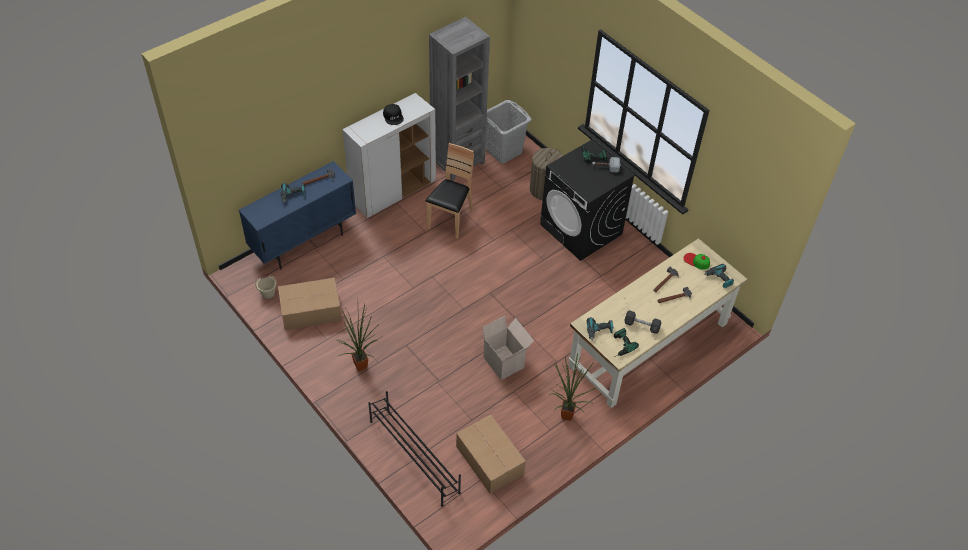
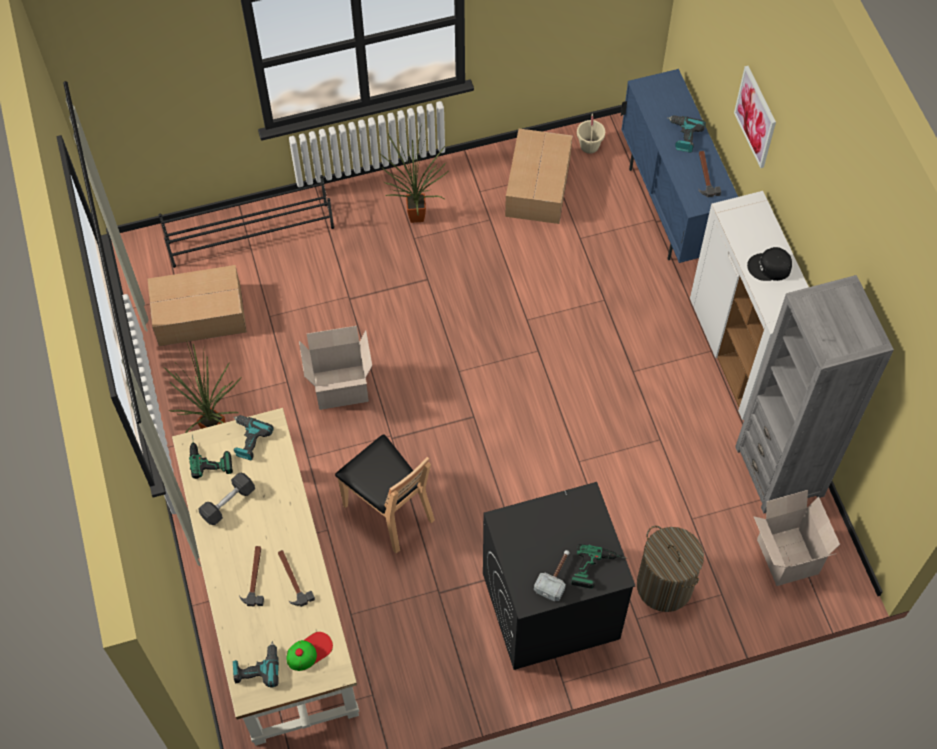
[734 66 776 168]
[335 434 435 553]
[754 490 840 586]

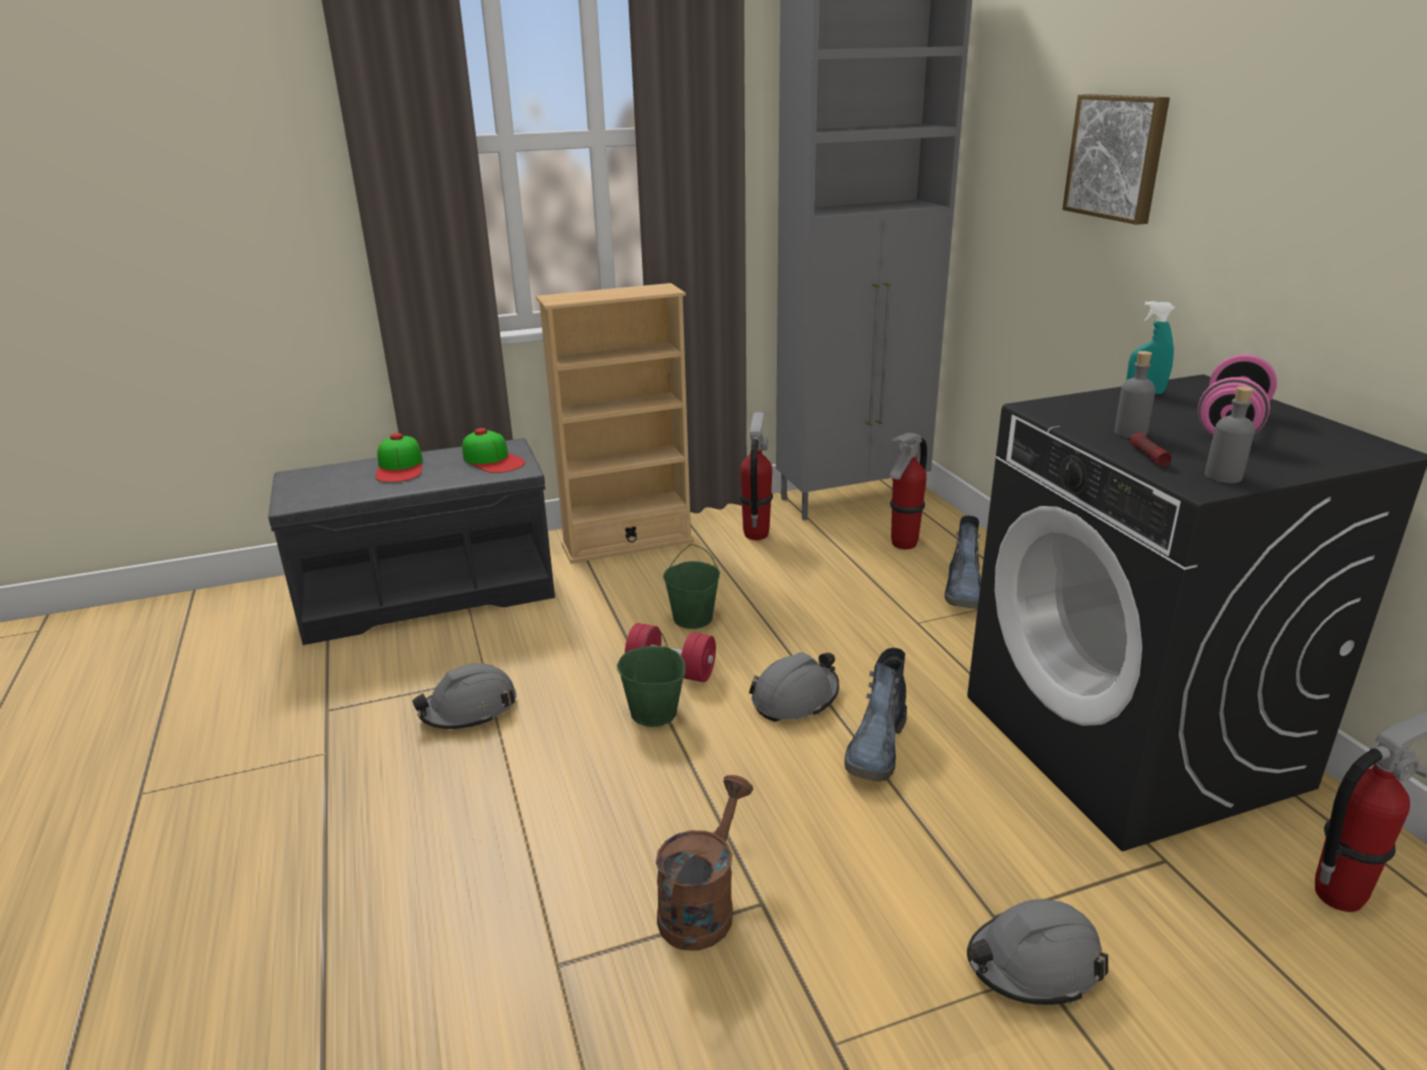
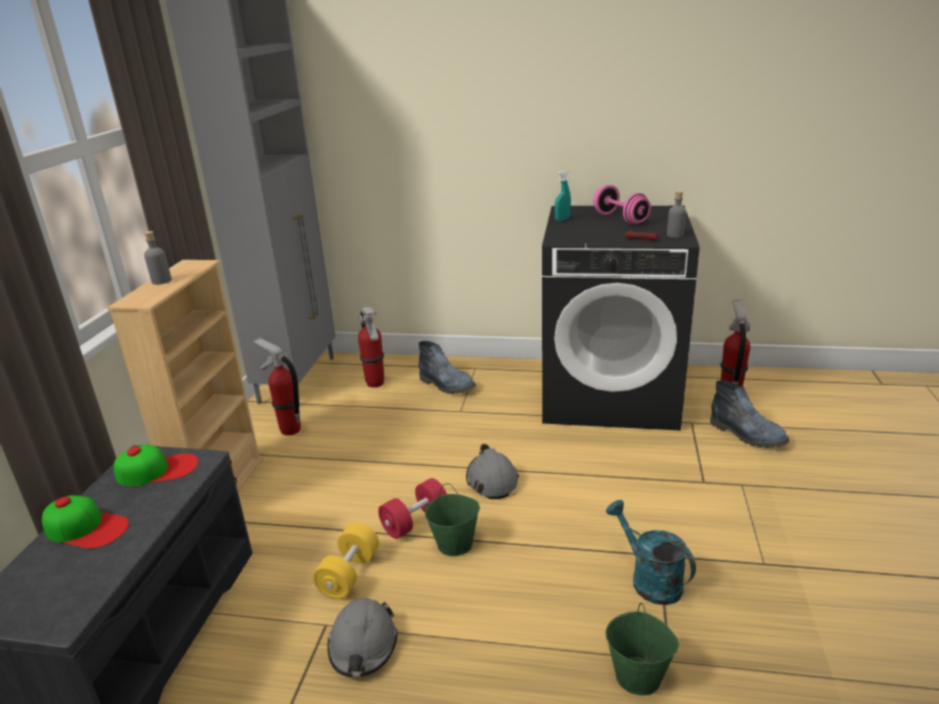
[967 899 1108 1005] (first image)
[1062 94 1170 225] (first image)
[312 522 379 599]
[606 603 679 696]
[710 380 790 448]
[144 231 172 285]
[606 500 696 605]

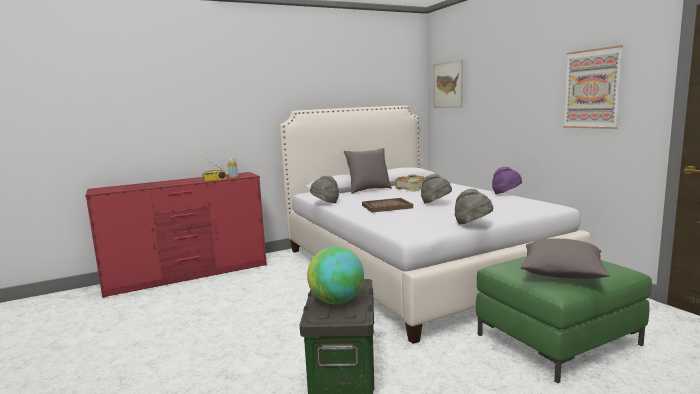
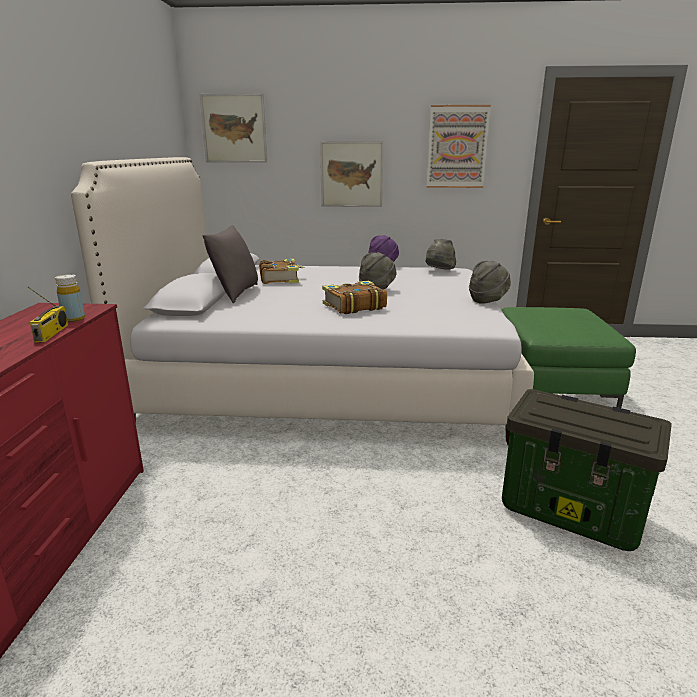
[307 247 364 304] (first image)
[521 239 610 279] (first image)
[320 141 383 207]
[426 239 456 270]
[322 280 387 314]

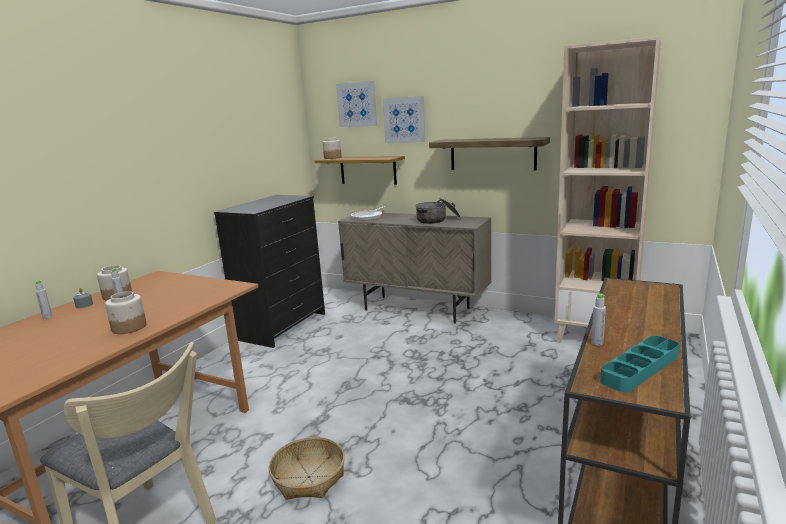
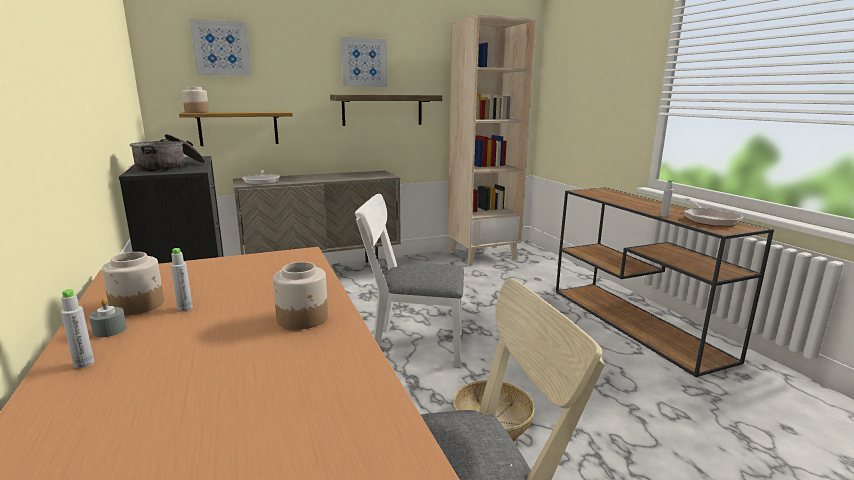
[355 194 464 367]
[341 37 387 87]
[130 134 205 171]
[684 198 743 227]

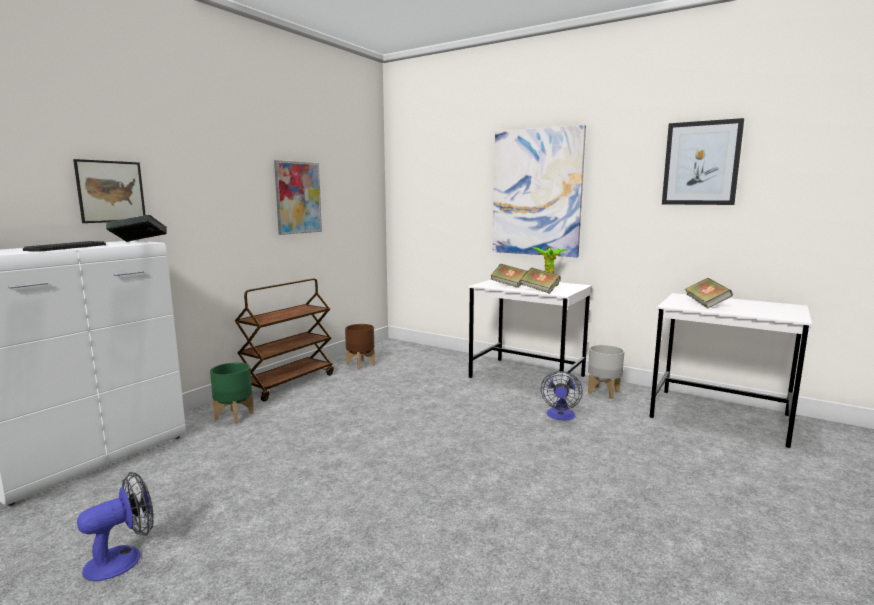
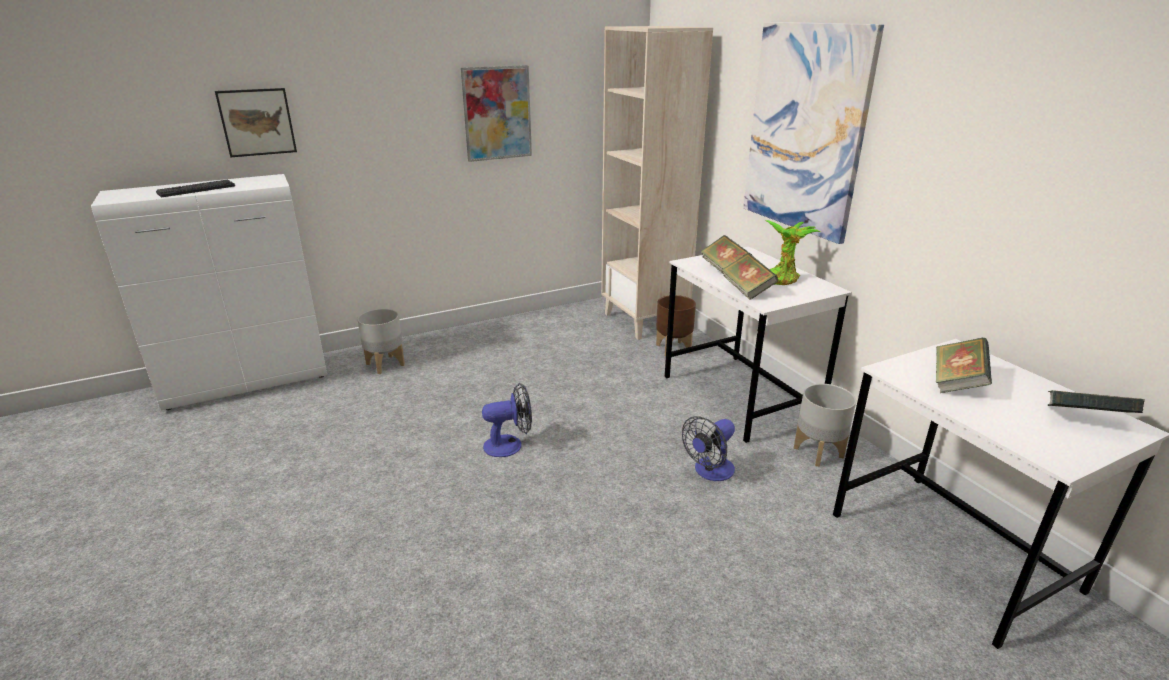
[235 278 334 402] (first image)
[662 118 744 205] (first image)
[601 26 713 340]
[482 383 532 457]
[1047 390 1145 413]
[656 295 696 356]
[357 309 405 374]

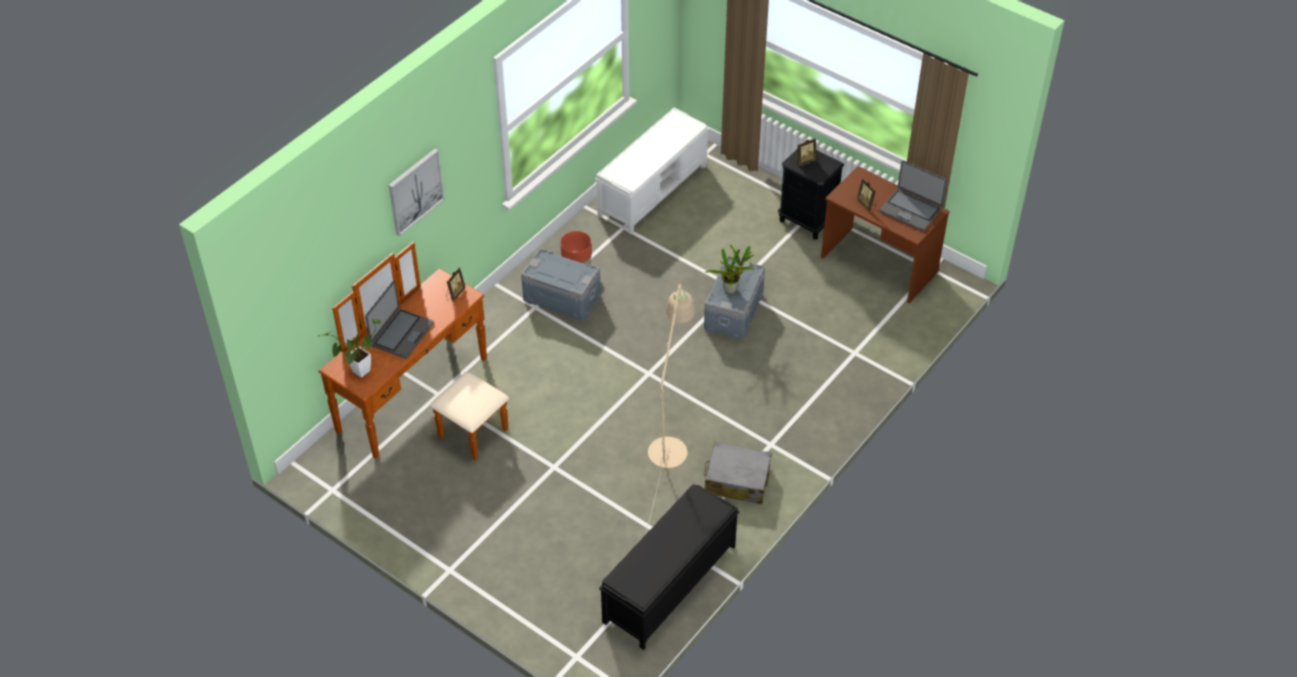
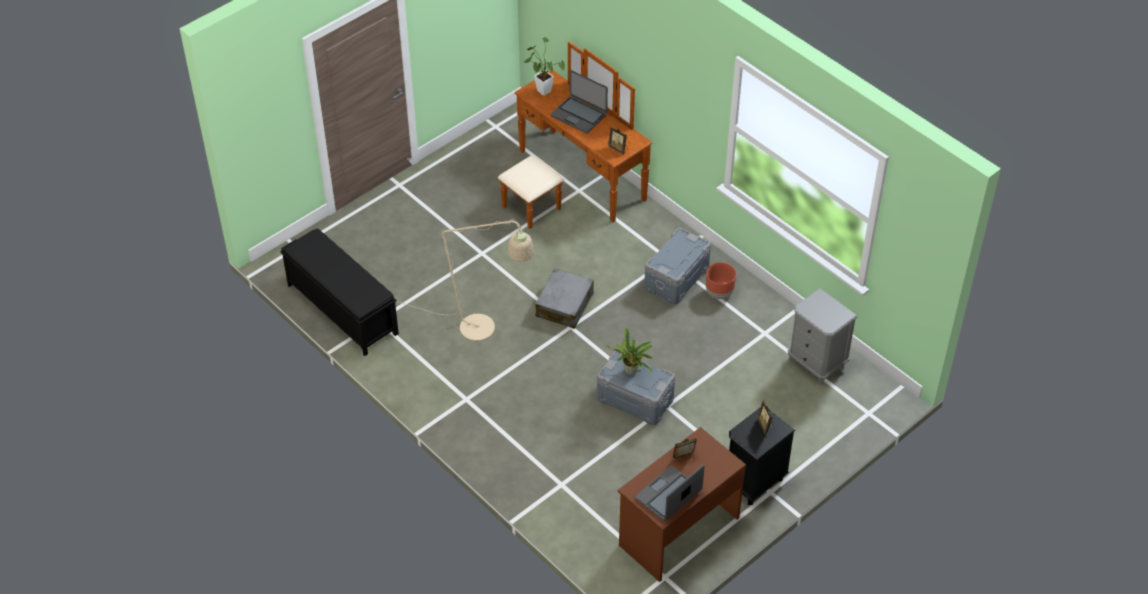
[388 149 445 236] (first image)
[535 268 594 329]
[788 288 857 385]

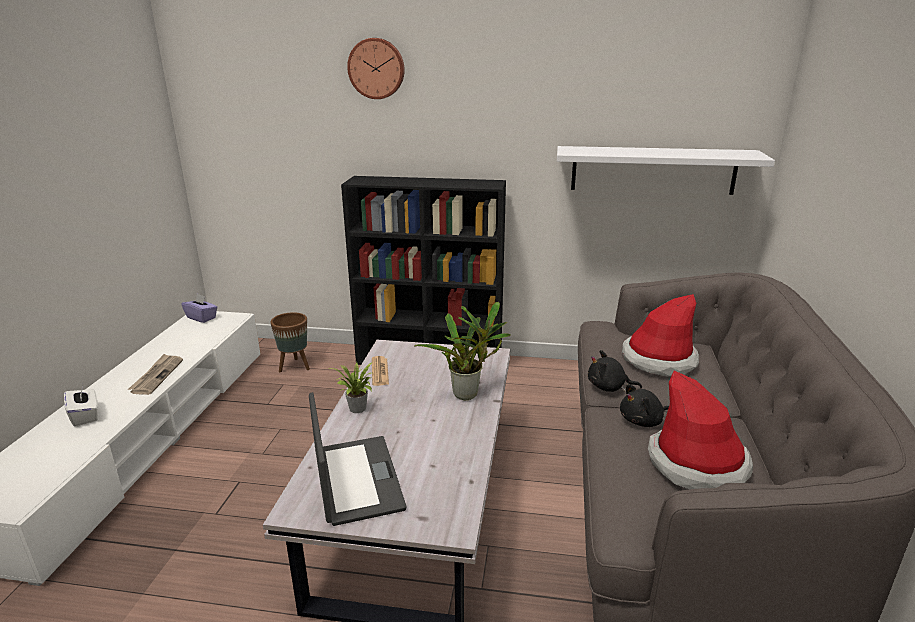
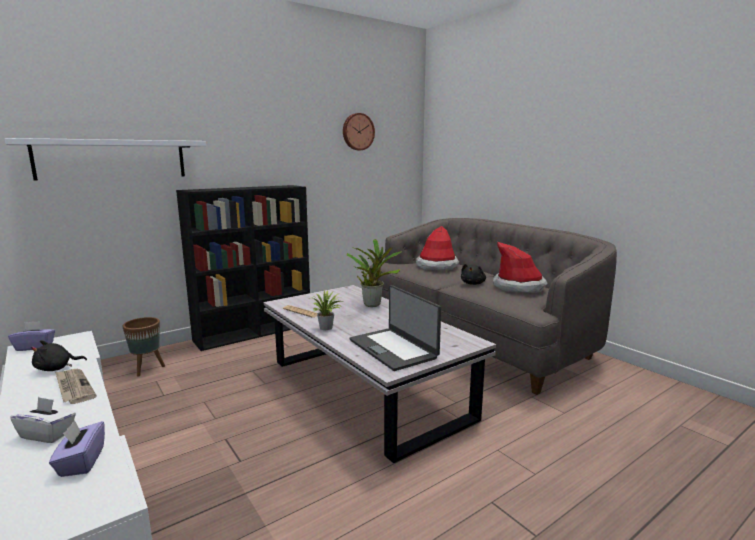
[49 420 105 477]
[343 113 375 150]
[5 138 206 181]
[31 340 87 371]
[350 285 441 371]

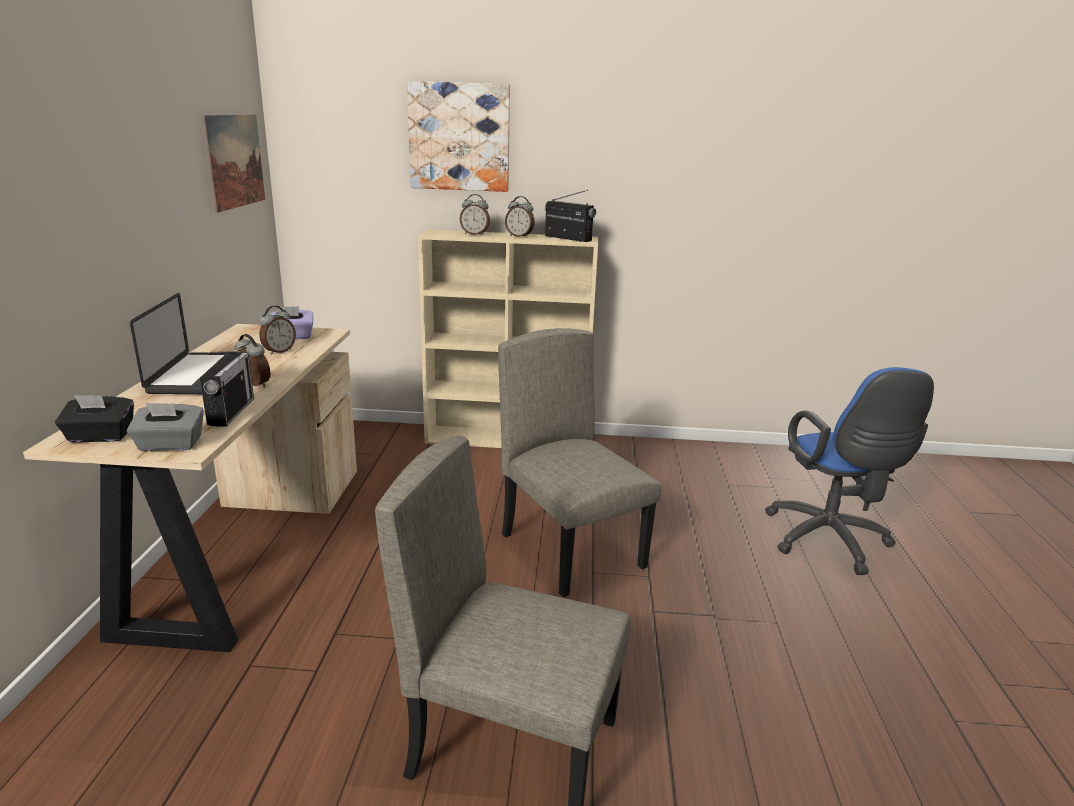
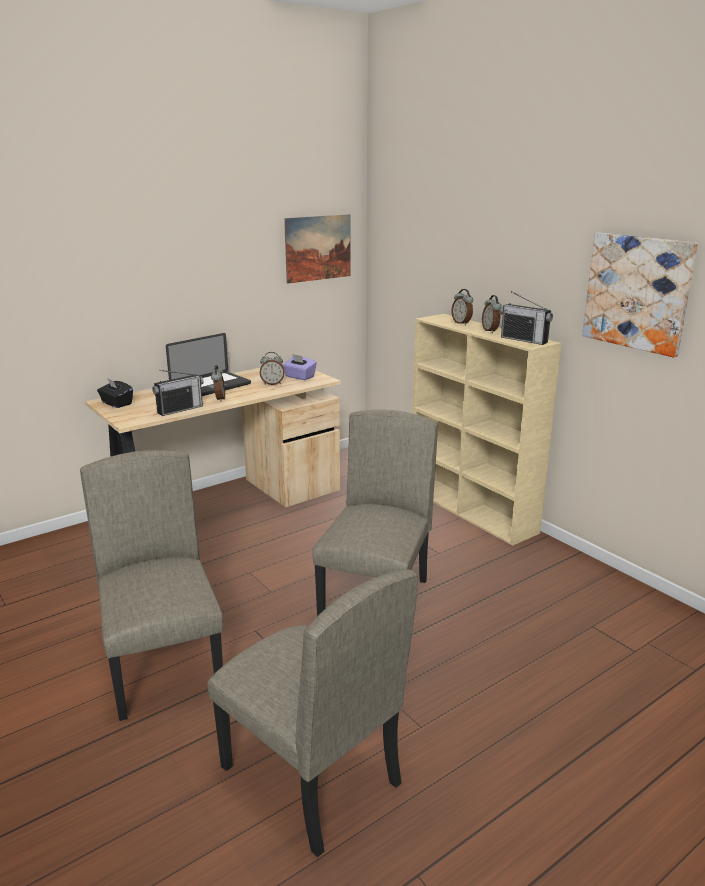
[127 403 204 451] (first image)
[765 367 934 575] (first image)
[207 570 418 857]
[582 233 698 357]
[500 291 553 345]

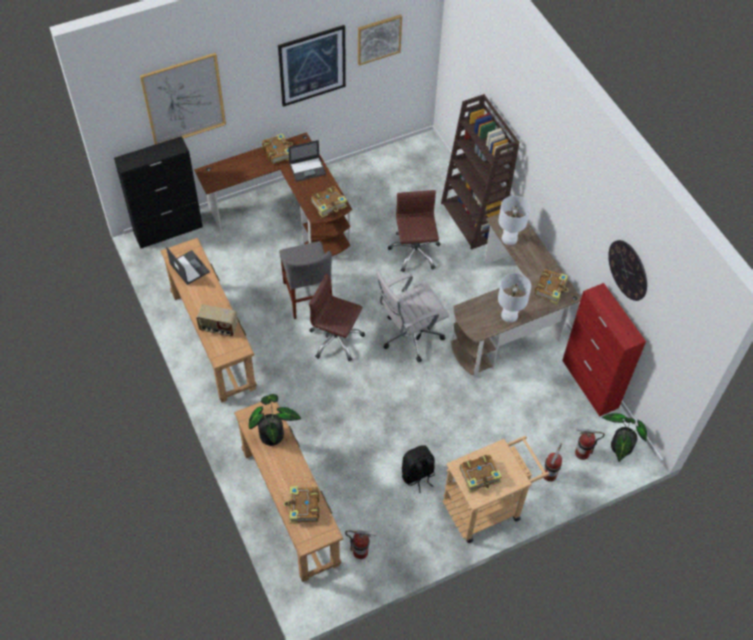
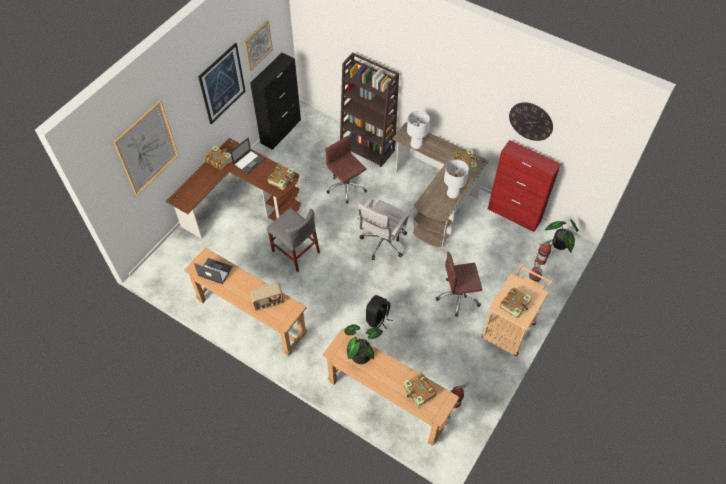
[250 53 301 150]
[436 251 482 317]
[366 295 393 329]

